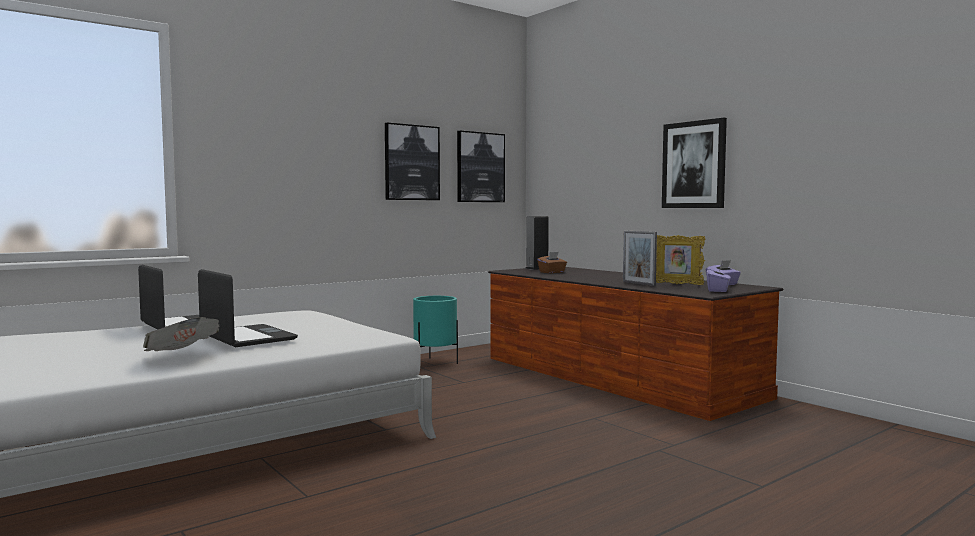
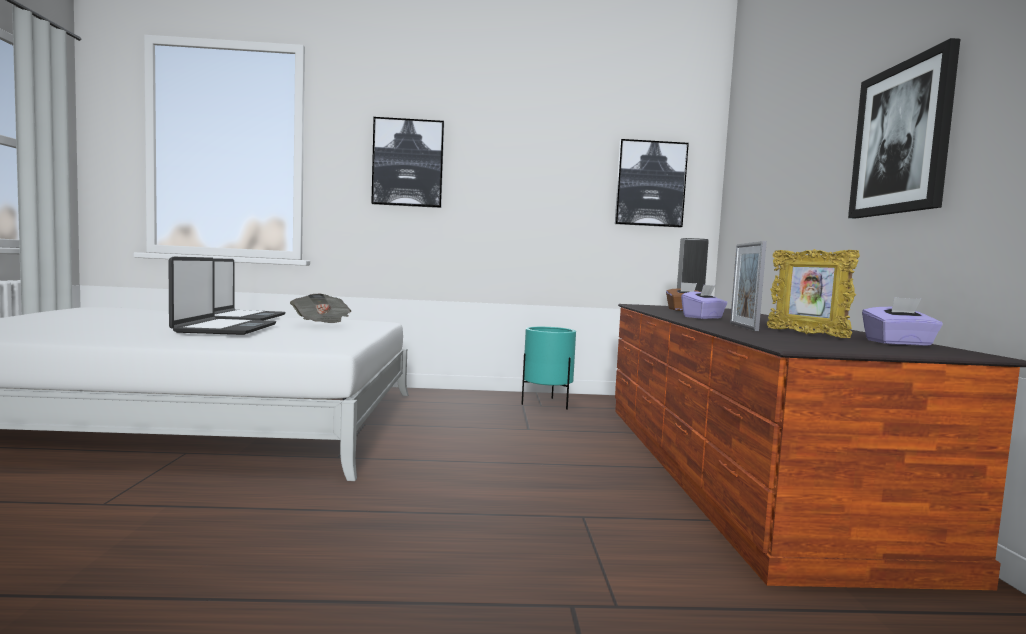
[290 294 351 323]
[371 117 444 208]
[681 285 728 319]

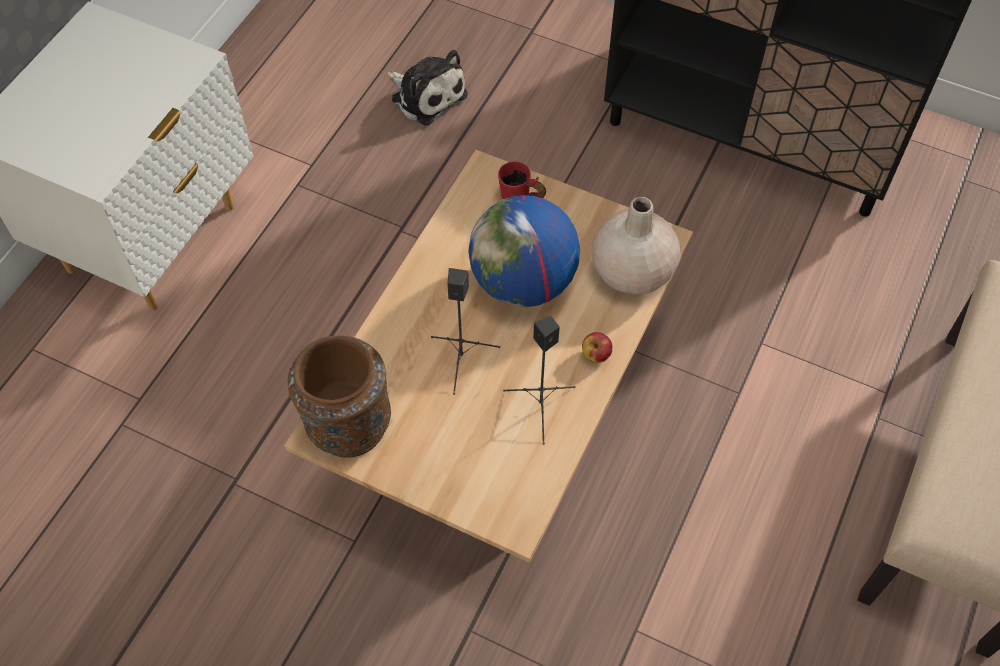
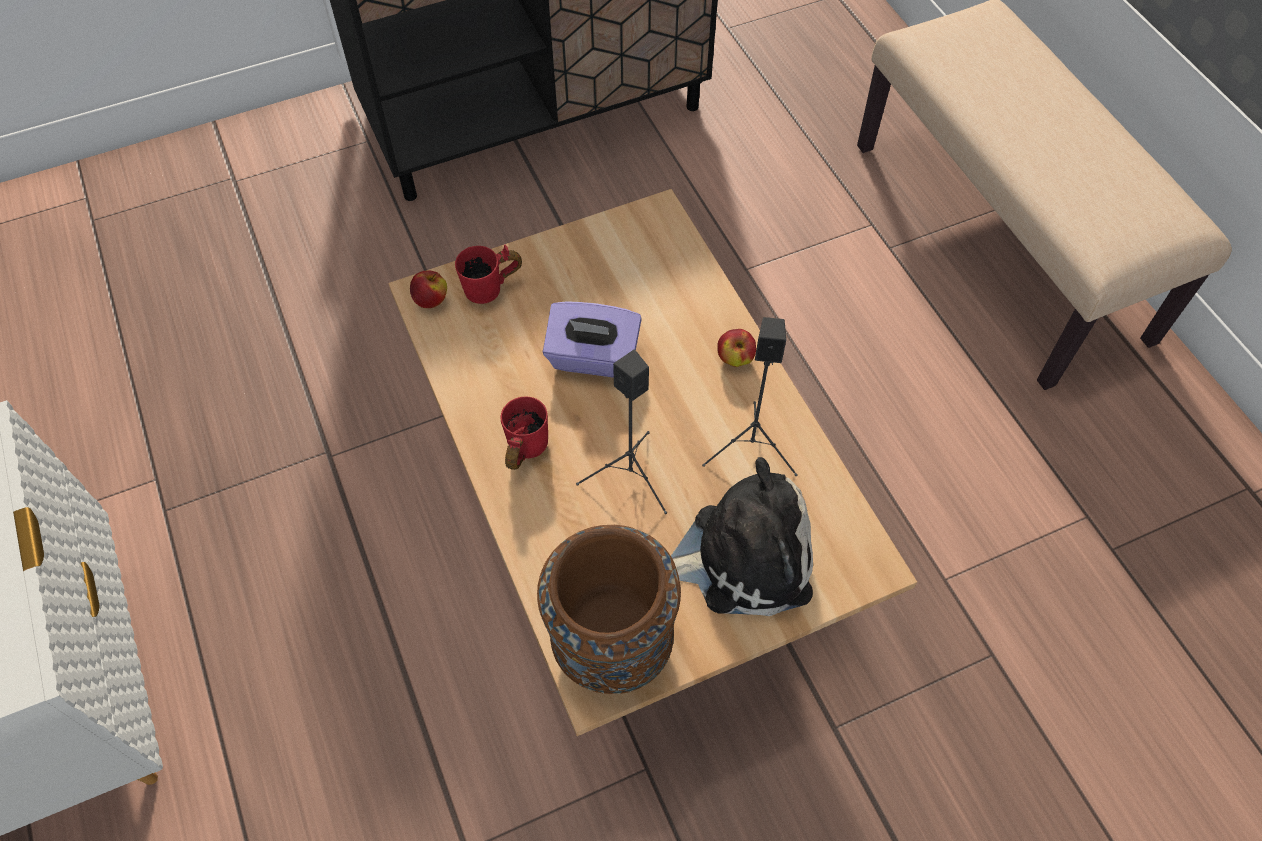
[591 197 680 294] (first image)
[410 270 447 308]
[501 396 548 470]
[671 457 813 616]
[543 301 642 378]

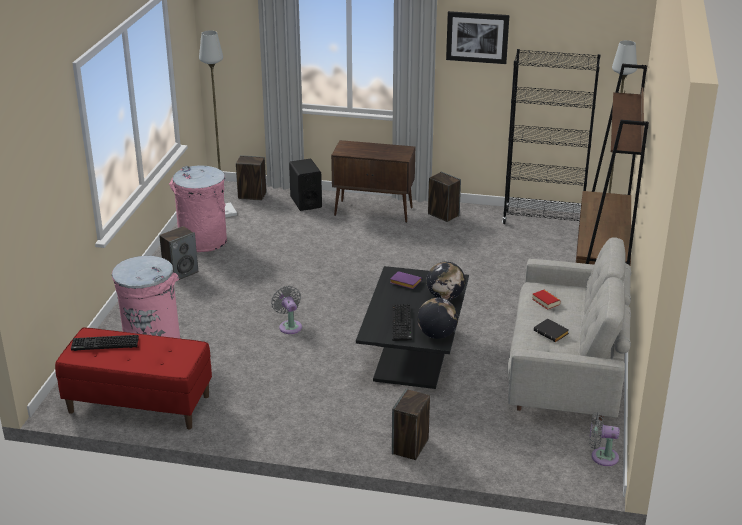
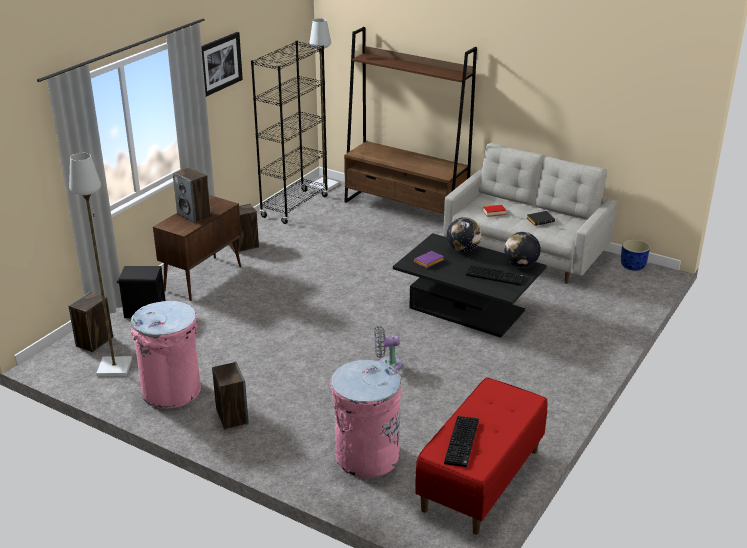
[173 167 211 223]
[621 239 650 271]

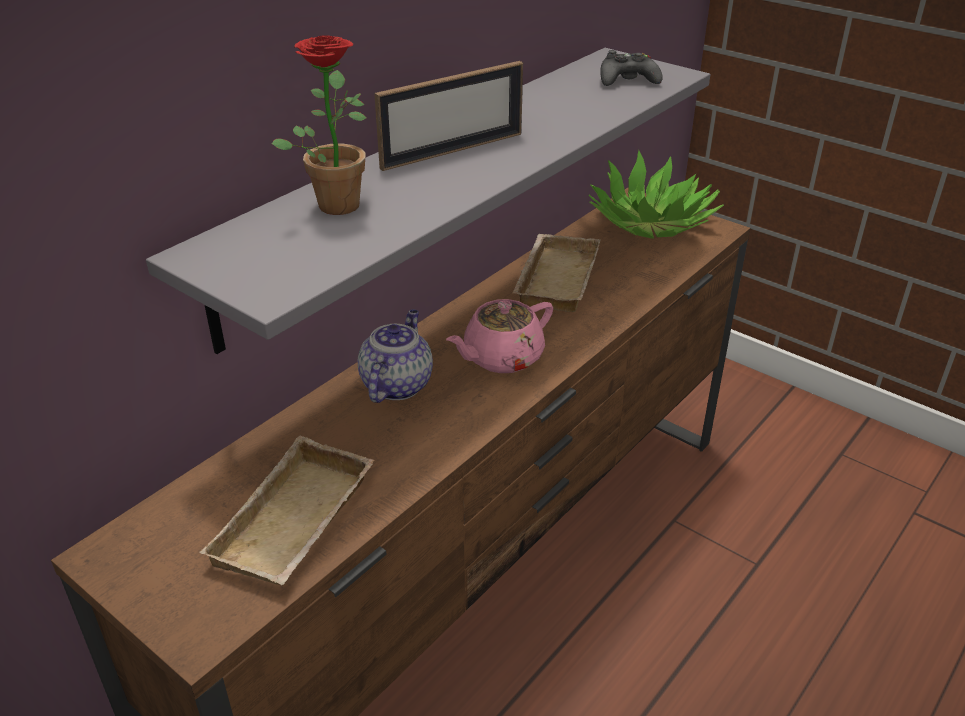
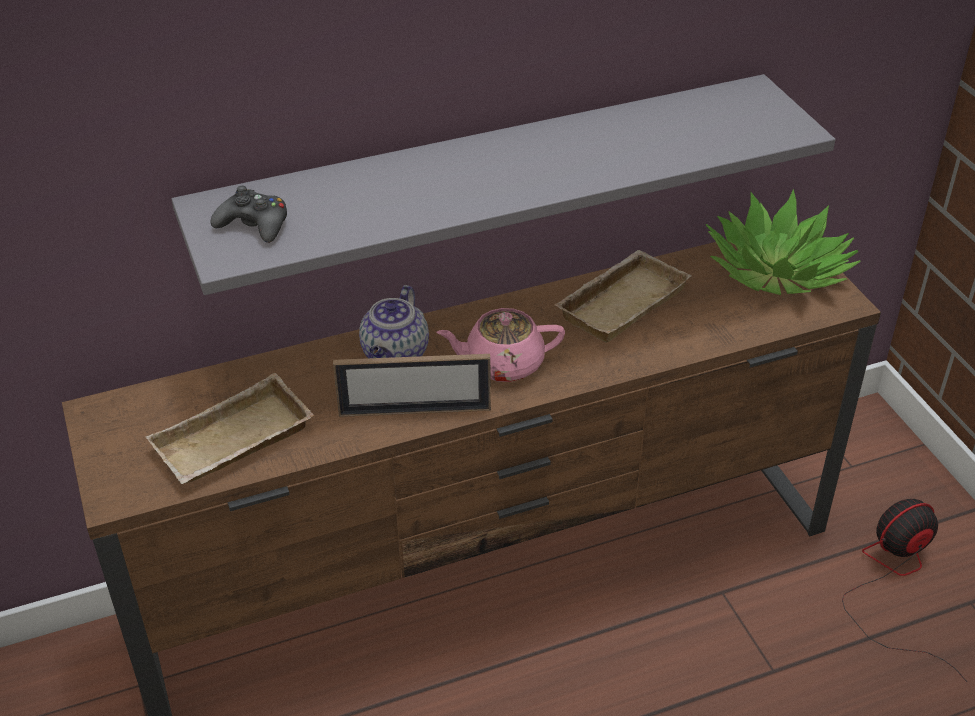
[271 35 366 215] (first image)
[842 499 967 682]
[333 354 491 417]
[211 186 287 243]
[359 285 429 358]

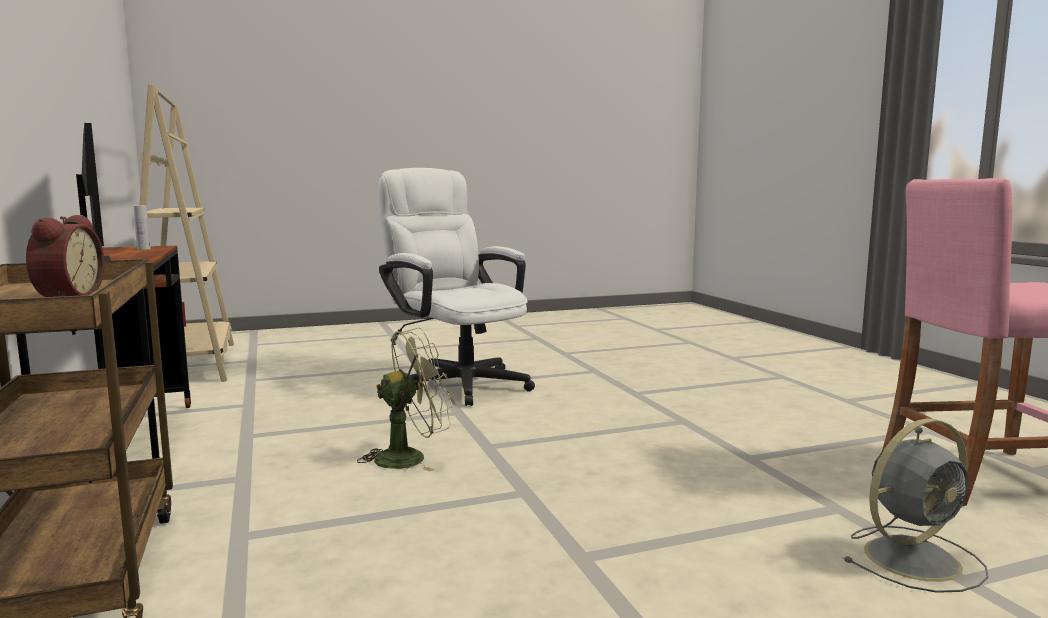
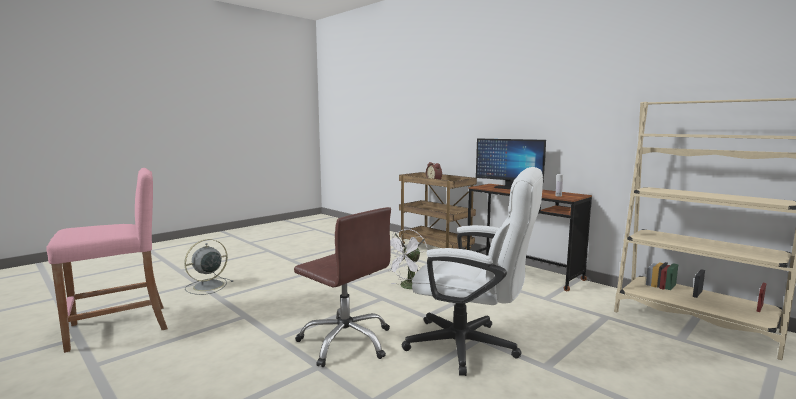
[294 207 391 367]
[388 229 428 289]

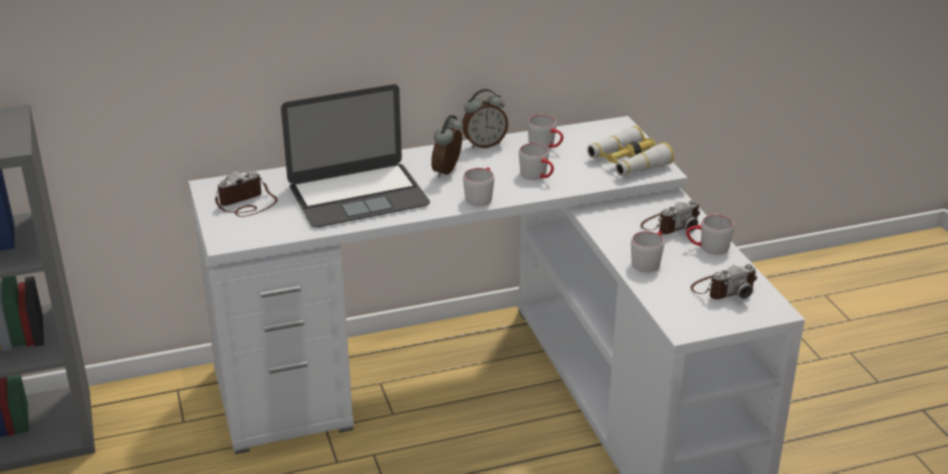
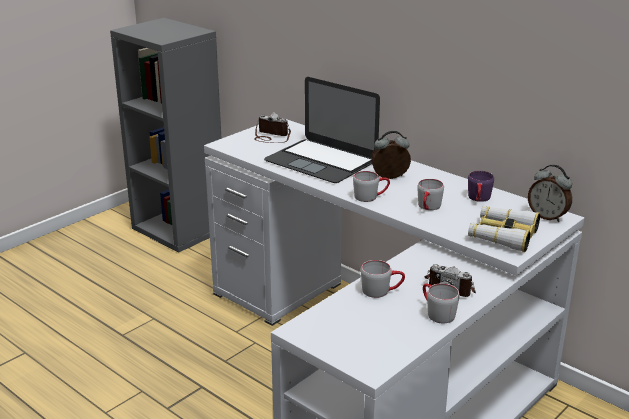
[690 264 757 299] (first image)
[528 165 572 222]
[468 171 494 202]

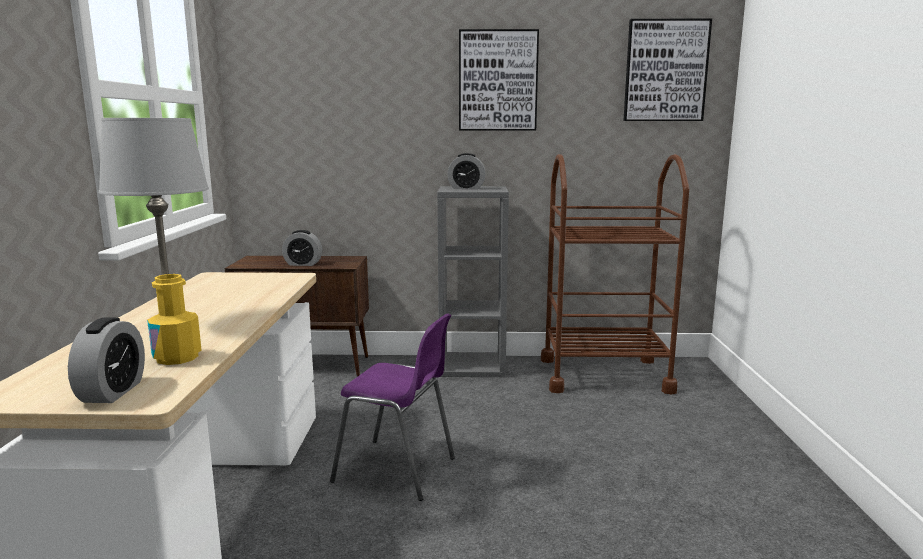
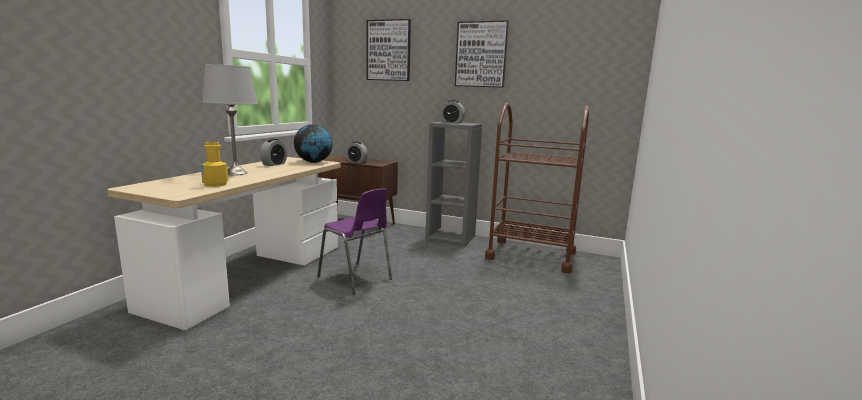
[294 124 333 163]
[260 139 287 166]
[367 19 411 81]

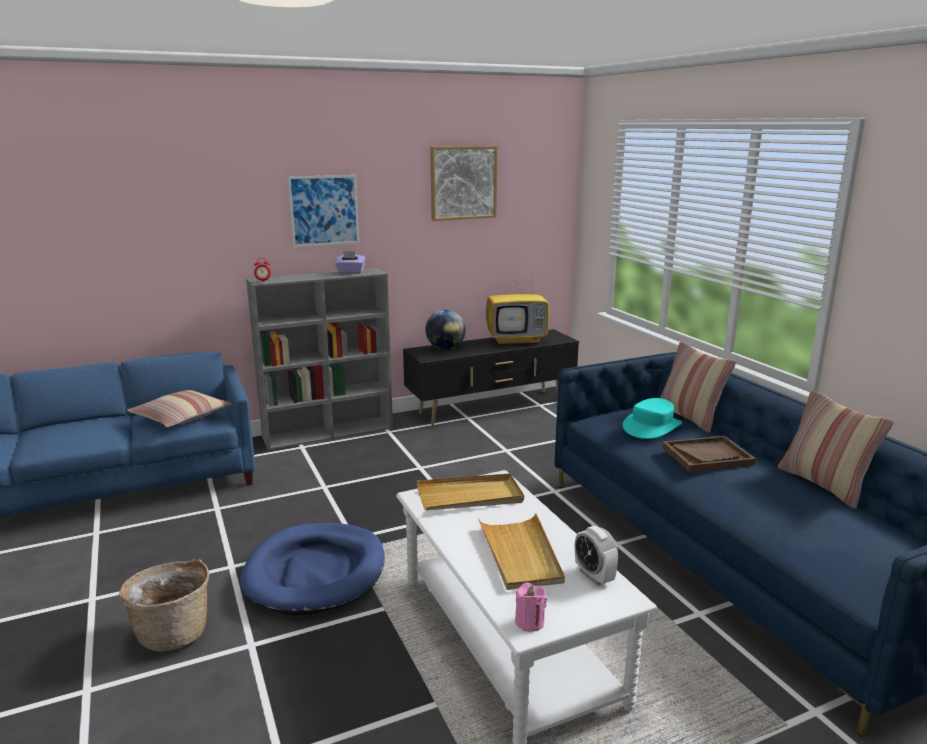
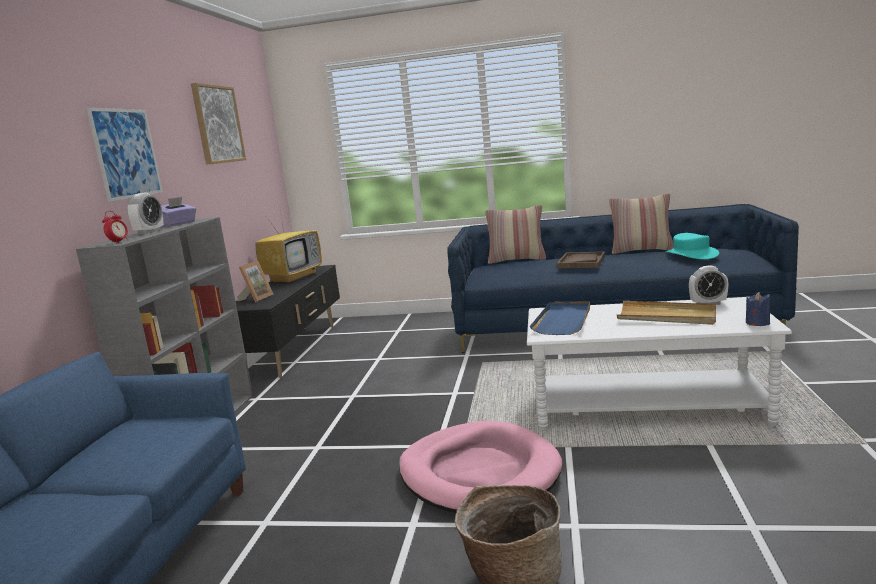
[127 390 231 427] (first image)
[127 193 164 234]
[665 233 719 259]
[237 260 273 302]
[399 421 562 513]
[530 302 590 335]
[746 292 770 326]

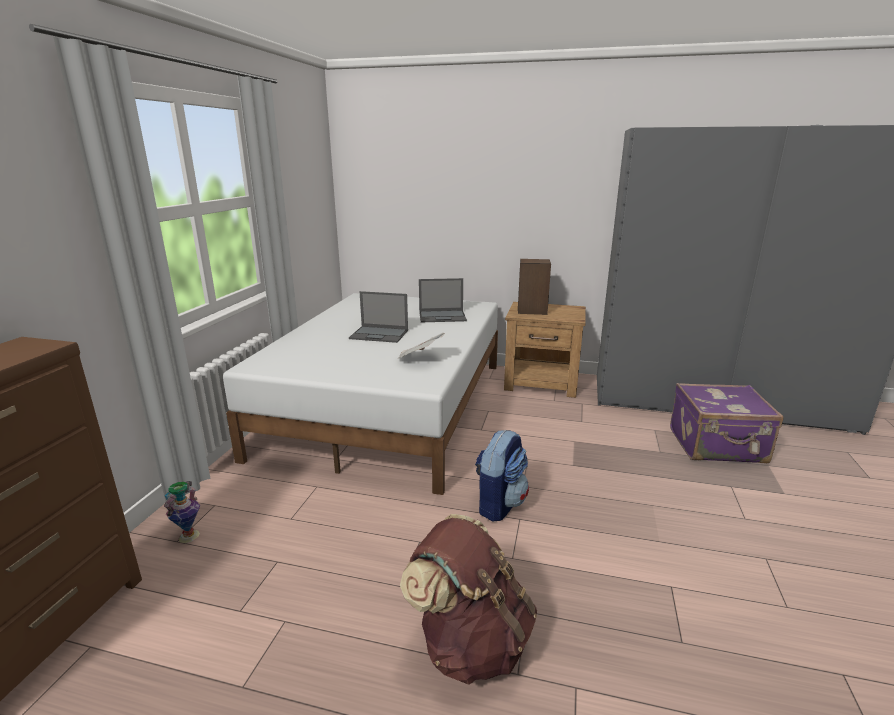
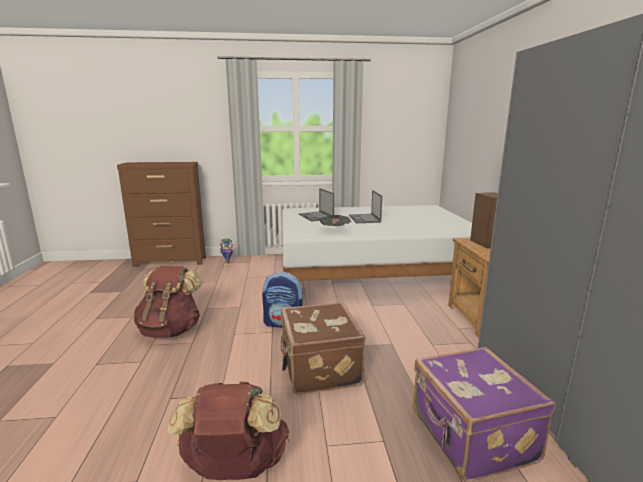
[168 381 289 480]
[279 302 366 395]
[299 188 334 222]

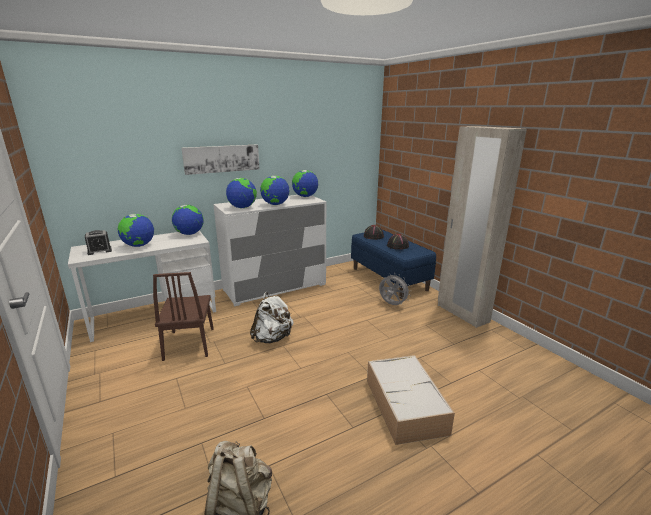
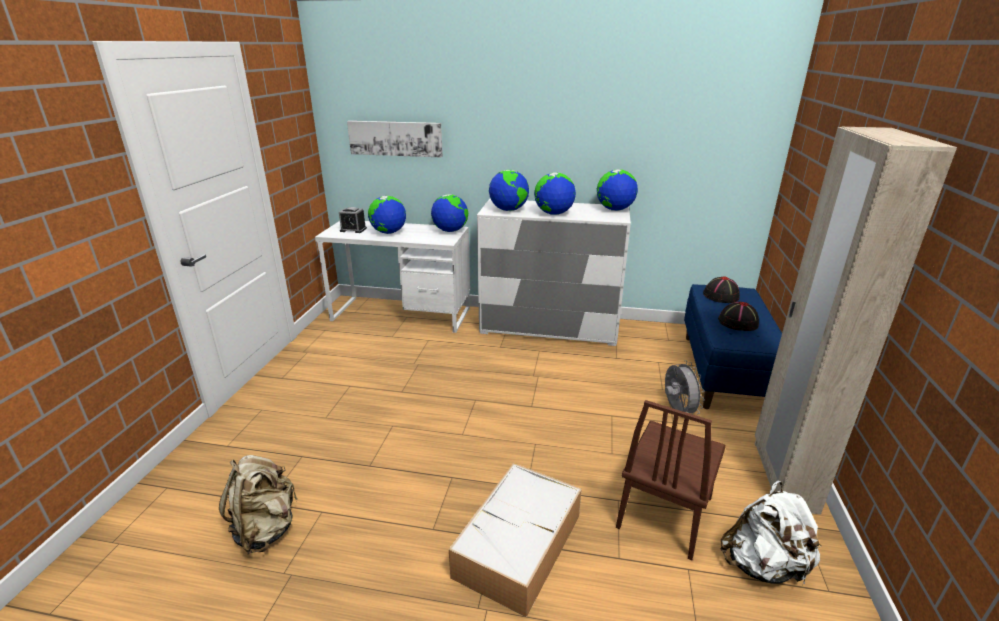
[616 400 726 560]
[347 121 443 158]
[721 481 821 584]

